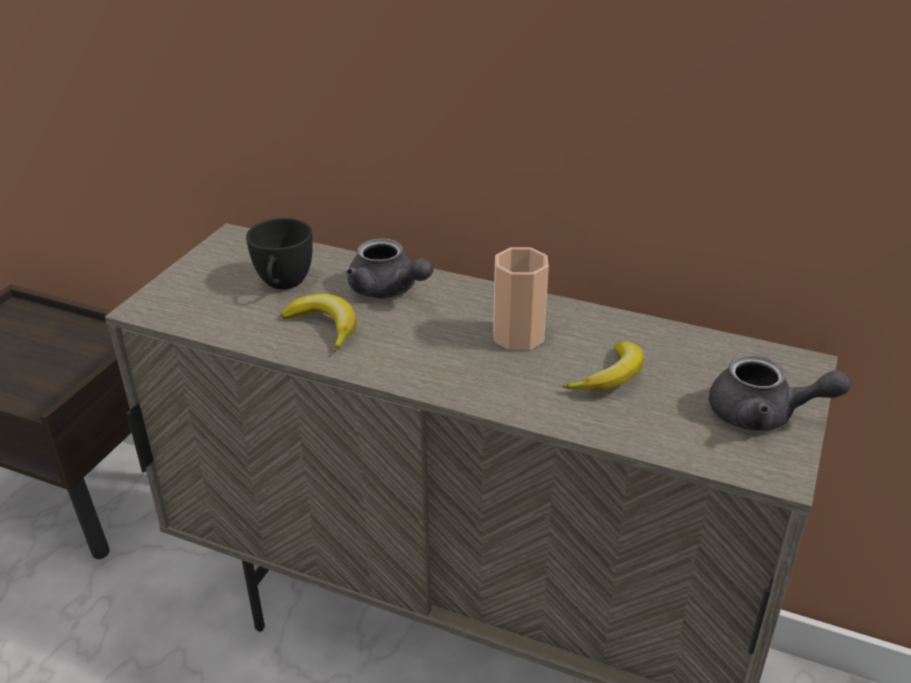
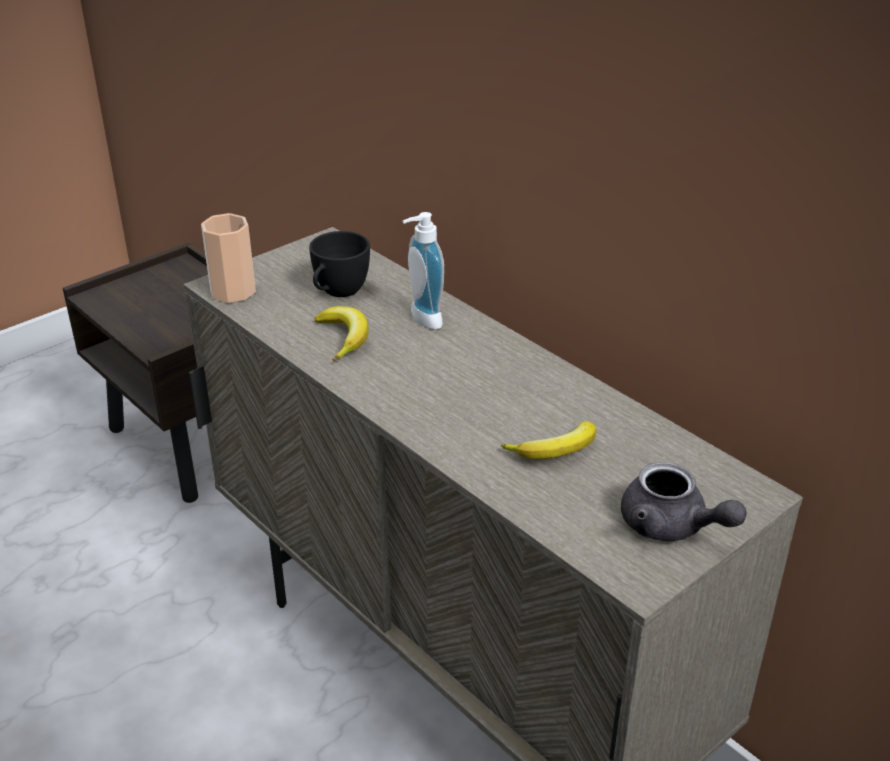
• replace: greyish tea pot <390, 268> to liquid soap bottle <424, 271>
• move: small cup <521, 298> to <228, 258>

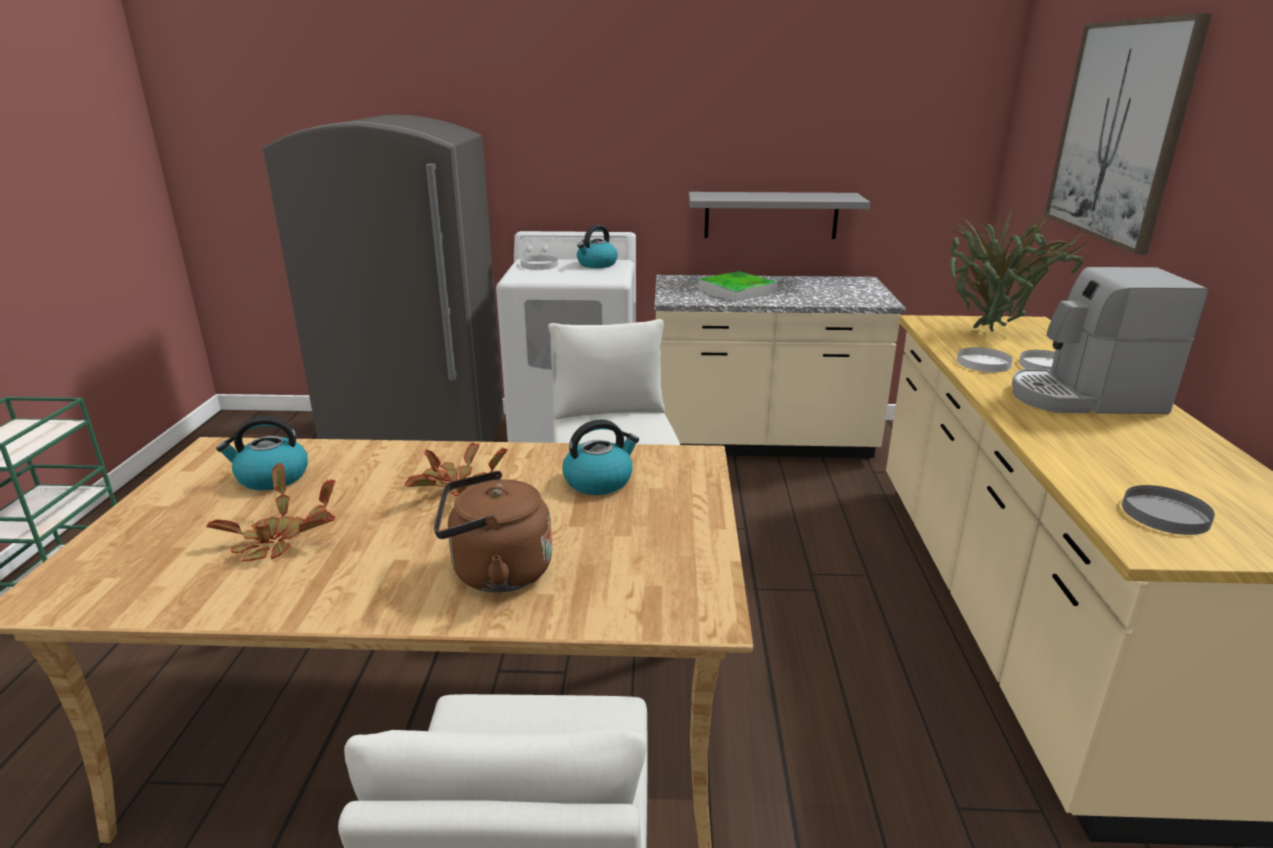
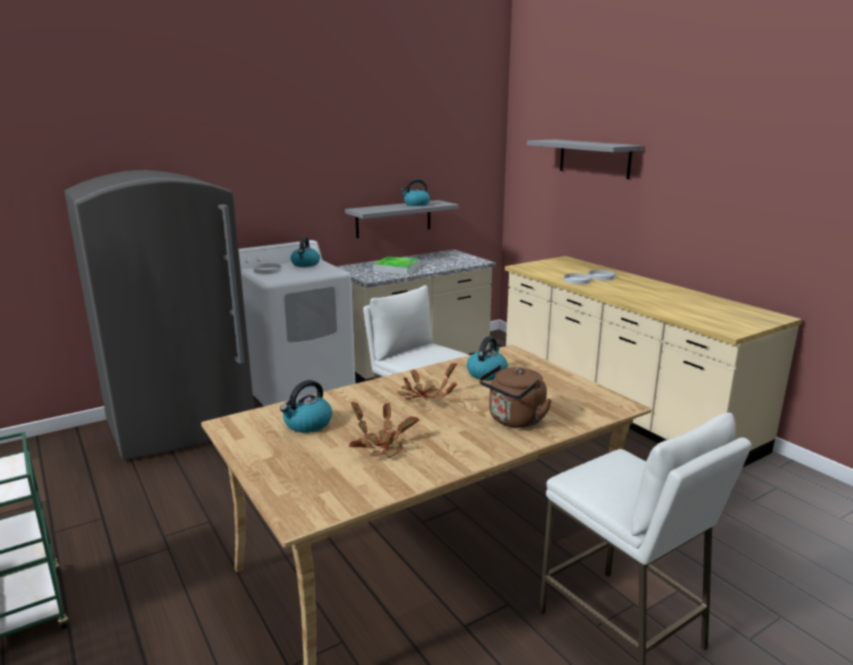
• delete: plant in a pot <1019, 272>
• delete: coffee brewer <1110, 340>
• replace: picture <1128, 134> to greyish shelf <585, 159>
• delete: greyish flat dish <1168, 510>
• insert: water kettle <415, 192>

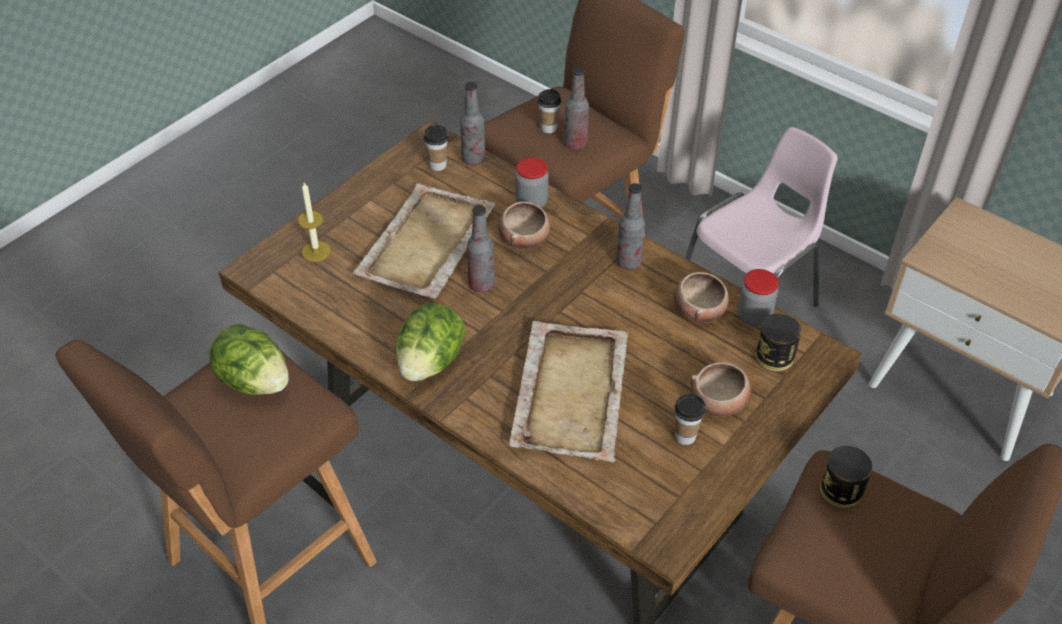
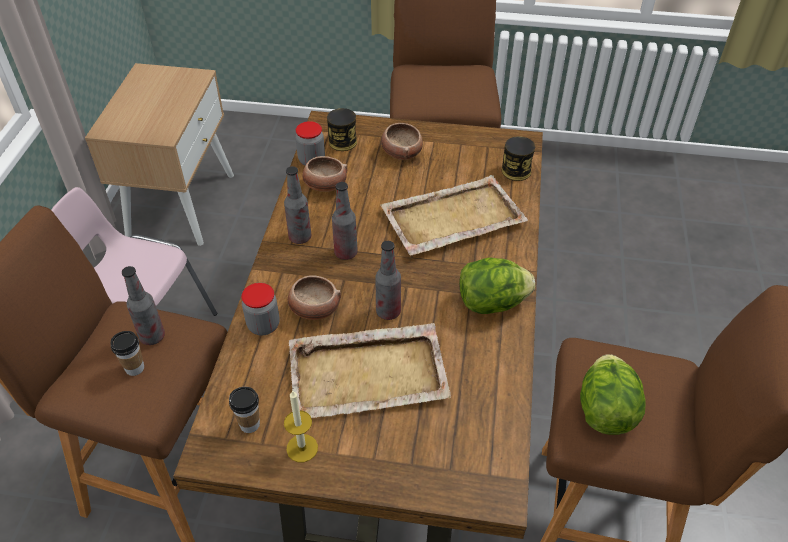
• move: wax candle <314, 222> to <301, 426>
• move: beverage bottle <473, 124> to <345, 221>
• delete: small cup <690, 419>
• move: metal can <845, 477> to <518, 158>

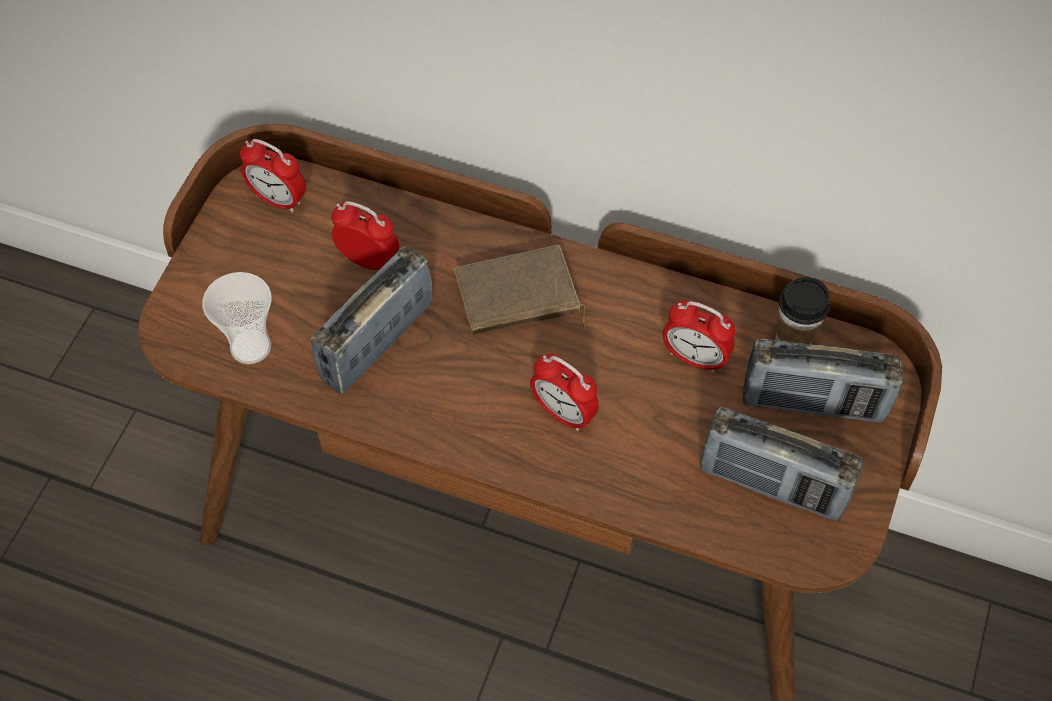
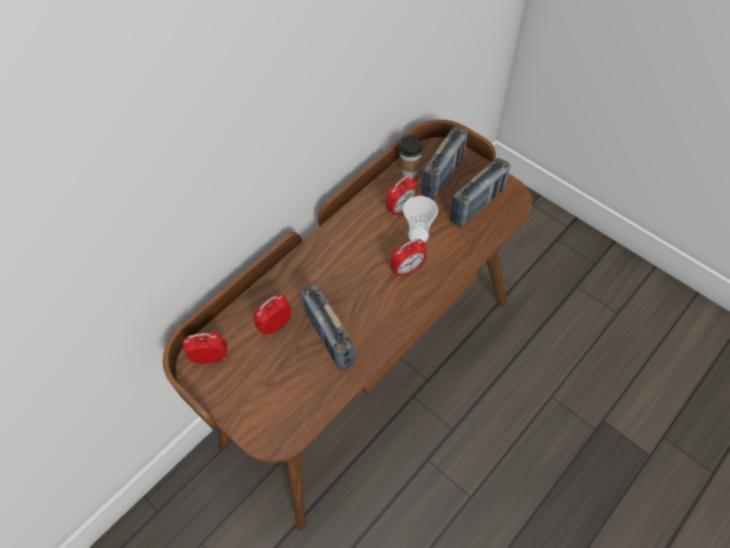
• move: small cup <237, 318> to <420, 219>
• rotate: alarm clock <273, 176> = <204, 348> 150 degrees counterclockwise
• delete: brown-coloured book <520, 290>

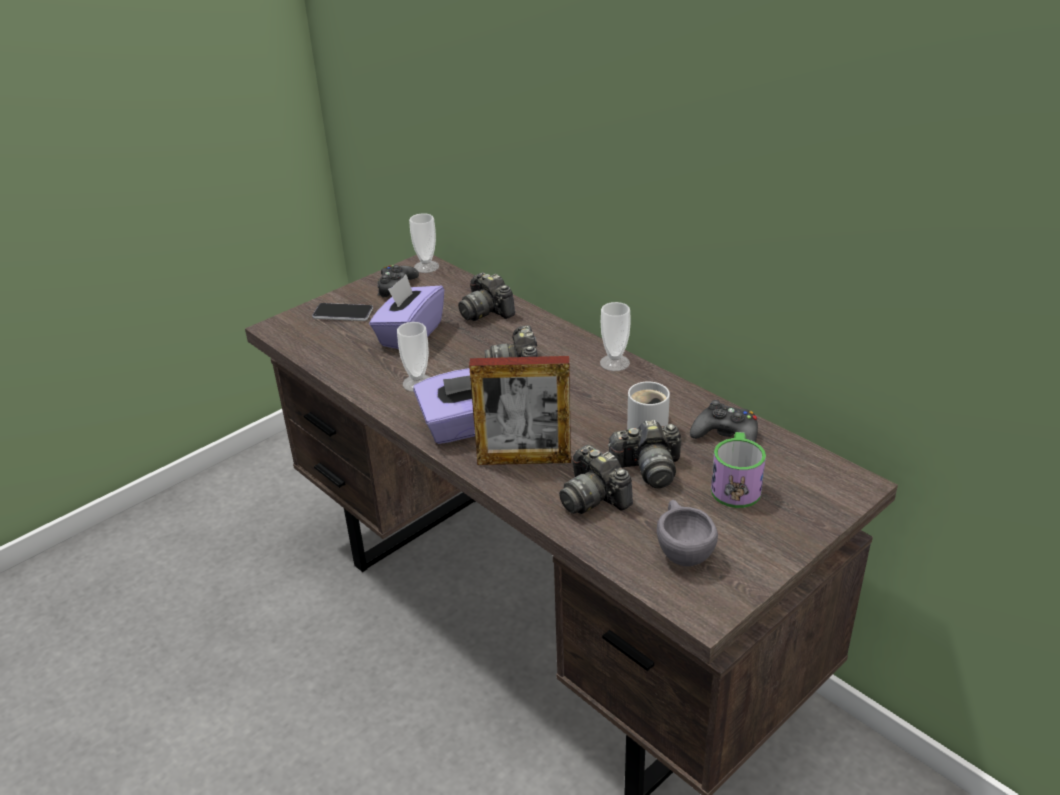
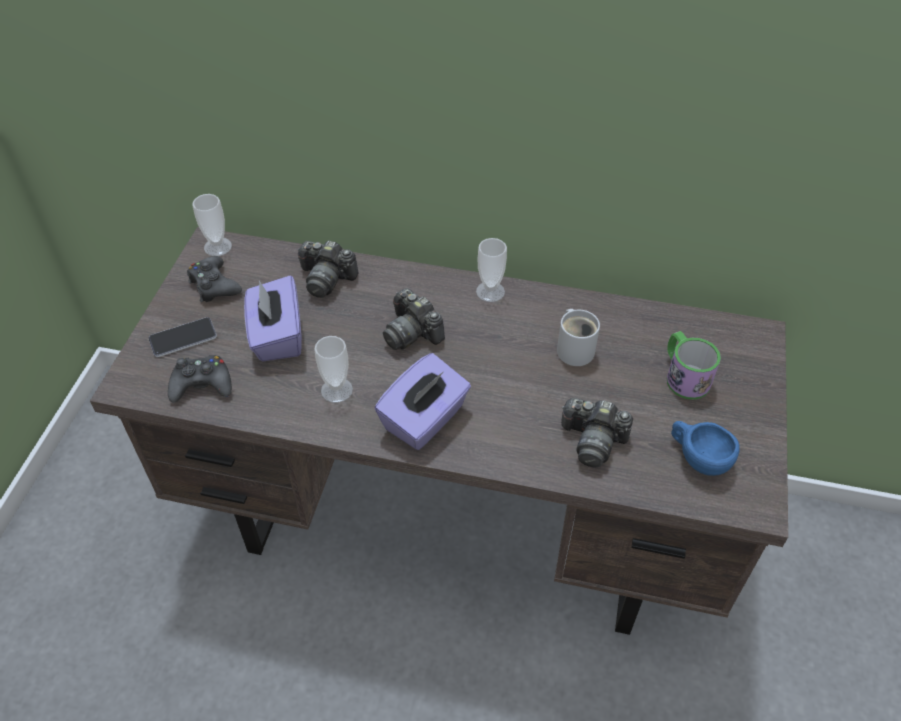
• delete: photo frame <520, 410>
• delete: still camera <644, 454>
• recolor: greyish small cup <687, 533> to bluish small cup <705, 448>
• move: black-coloured game controller <724, 421> to <200, 379>

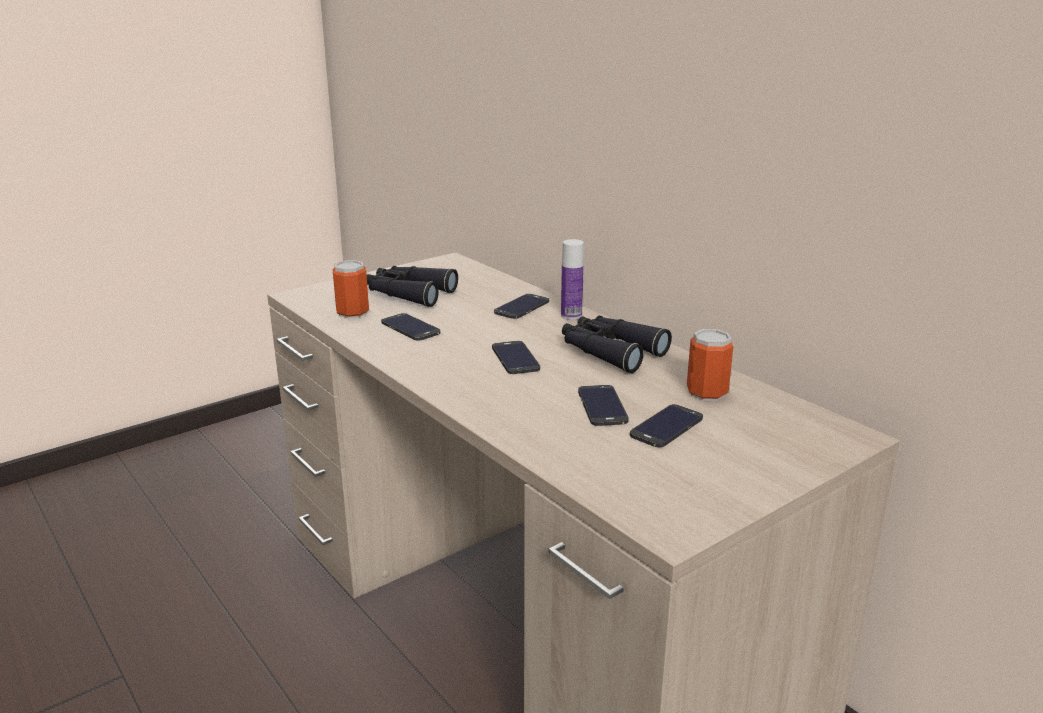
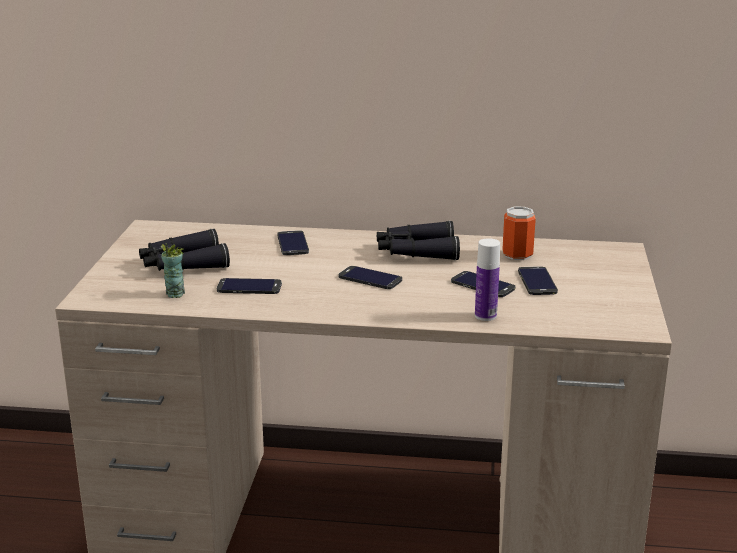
• replace: metal can <350, 289> to small cup <173, 270>
• move: beverage bottle <572, 279> to <487, 279>

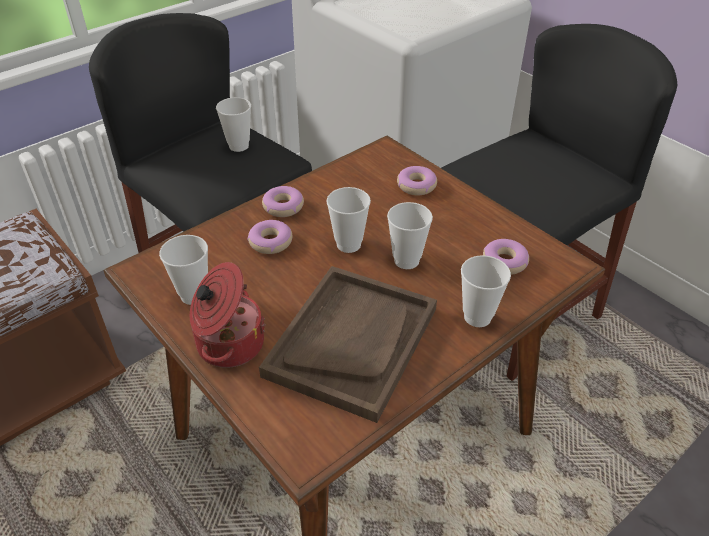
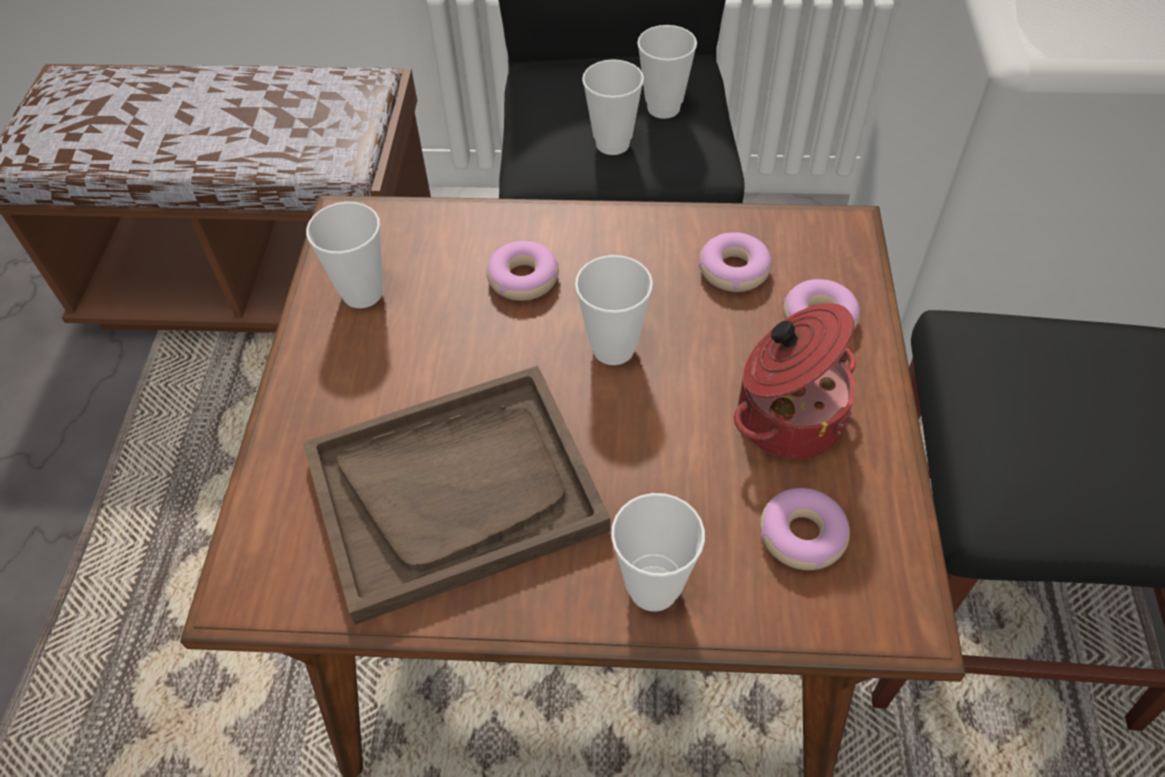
• move: stockpot <228, 315> to <795, 381>
• move: ring doughnut <283, 201> to <735, 262>
• move: small cup <410, 235> to <613, 107>

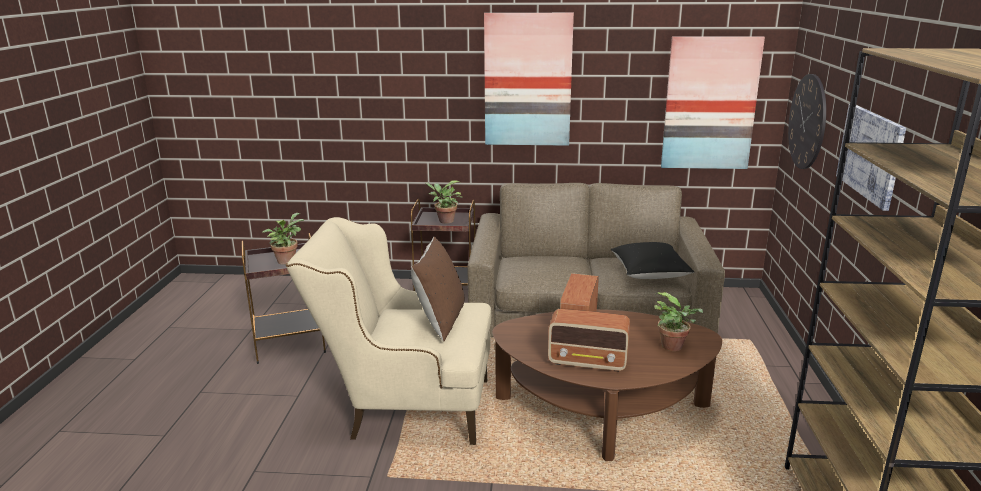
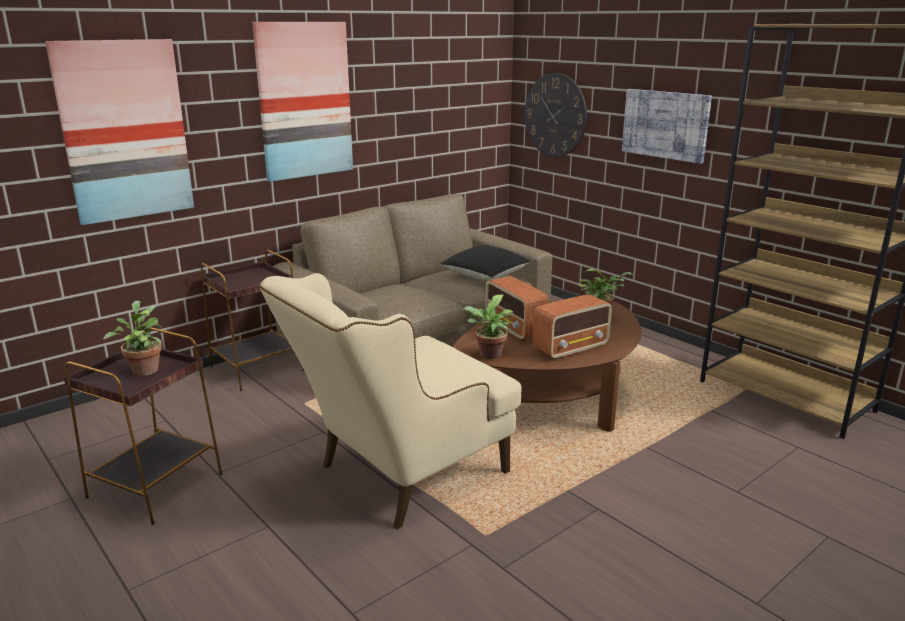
• delete: brown-coloured throw pillow <438, 289>
• move: plant in a pot <443, 202> to <487, 326>
• move: picture <713, 103> to <119, 132>

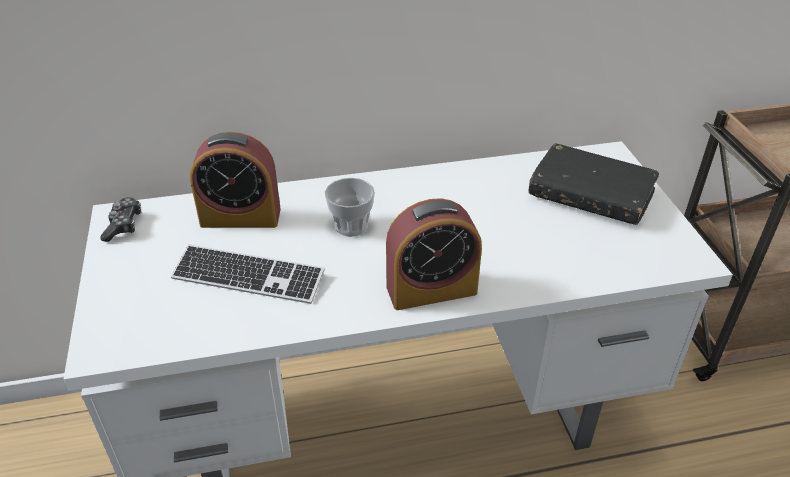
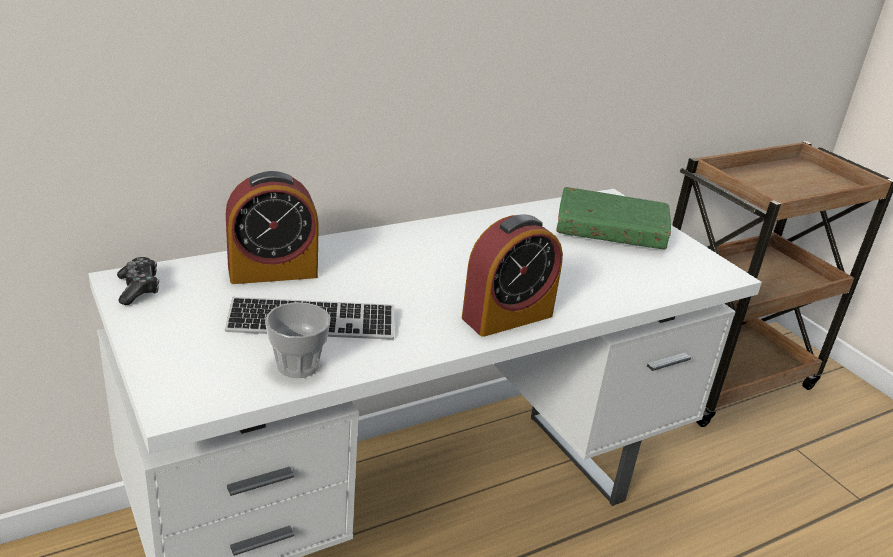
• move: small cup <350, 207> to <298, 340>
• recolor: black-coloured book <593, 184> to green-coloured book <613, 218>

